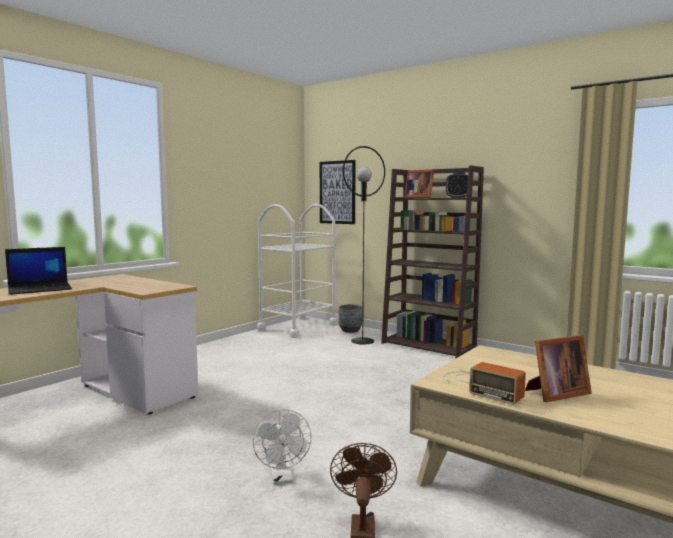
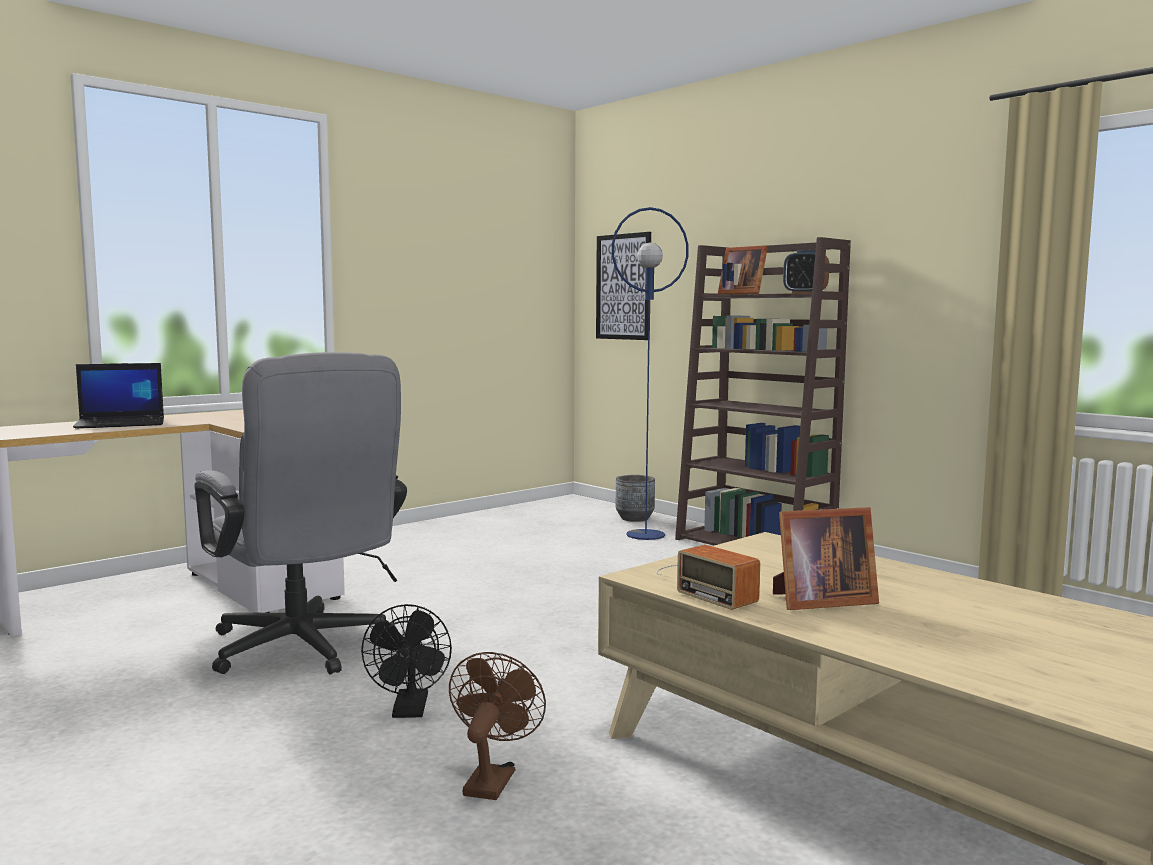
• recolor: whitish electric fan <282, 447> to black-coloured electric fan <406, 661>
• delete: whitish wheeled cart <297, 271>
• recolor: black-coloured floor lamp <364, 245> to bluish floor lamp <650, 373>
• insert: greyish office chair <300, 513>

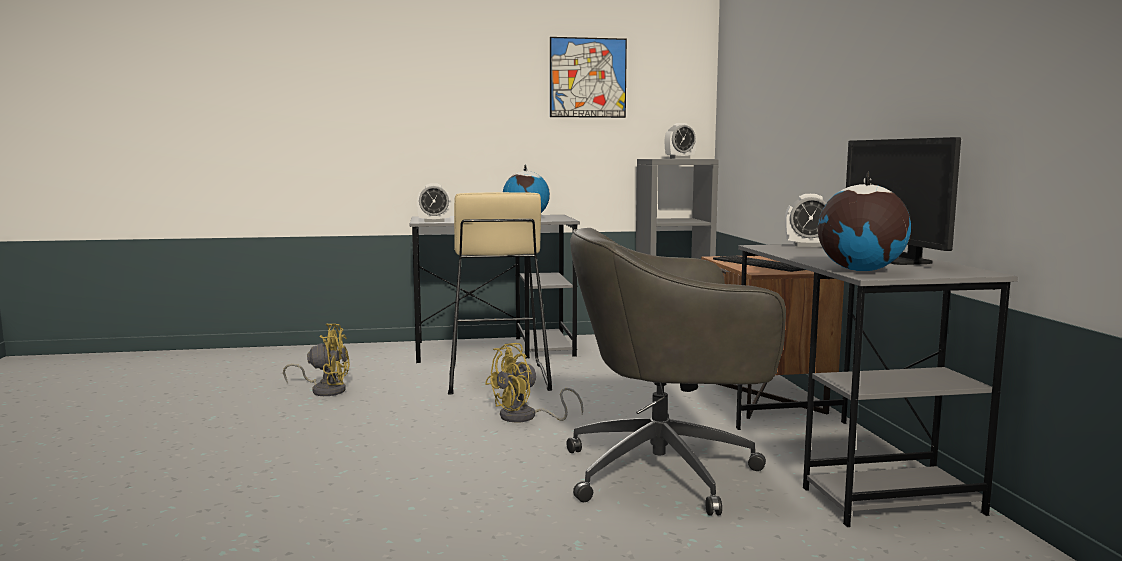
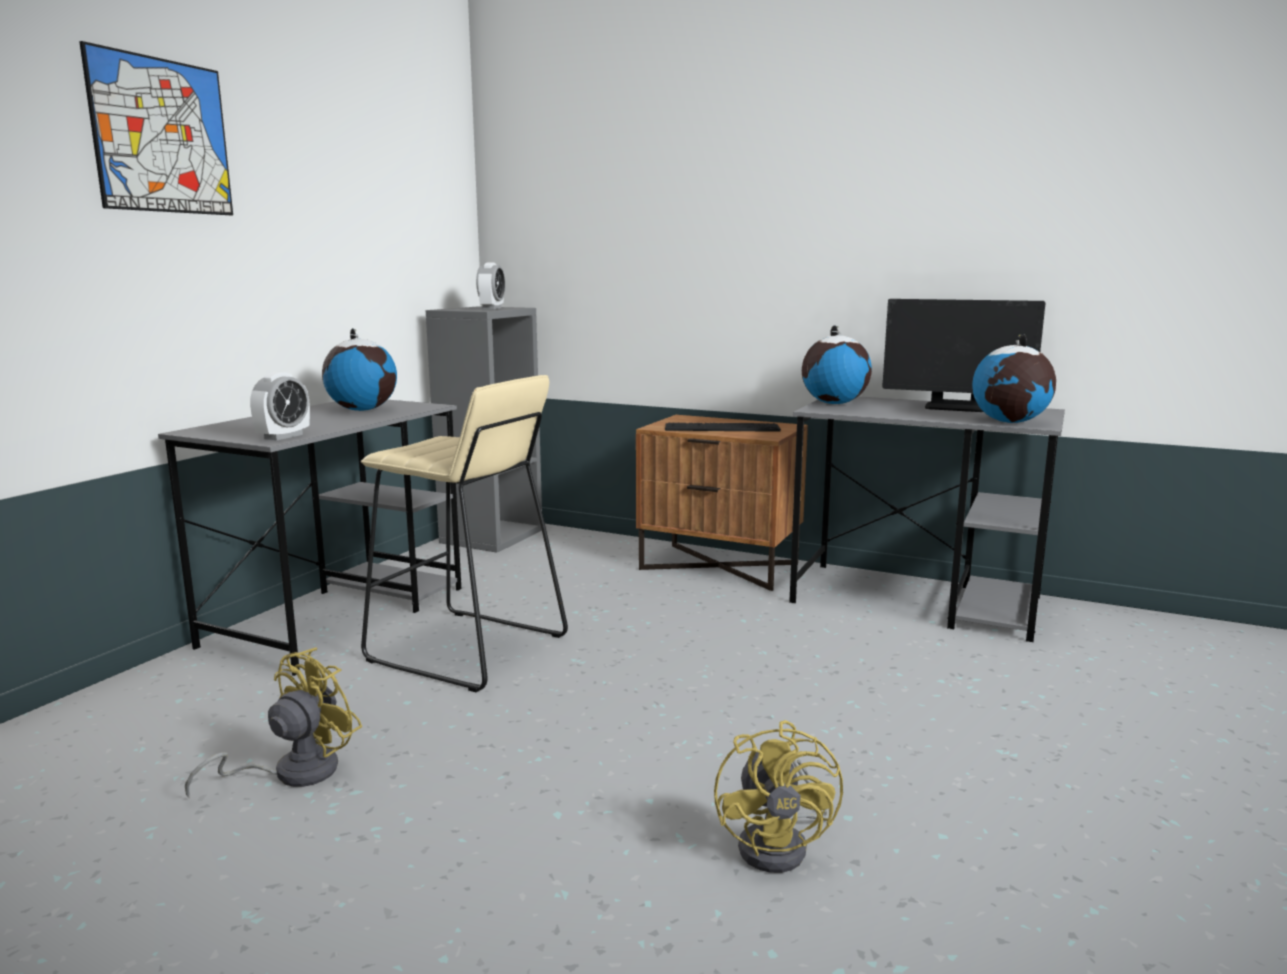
• move: yellow electric fan <534, 383> to <778, 796>
• move: picture <588, 77> to <156, 128>
• delete: greyish office chair <676, 372>
• replace: alarm clock <805, 220> to desk globe <837, 364>

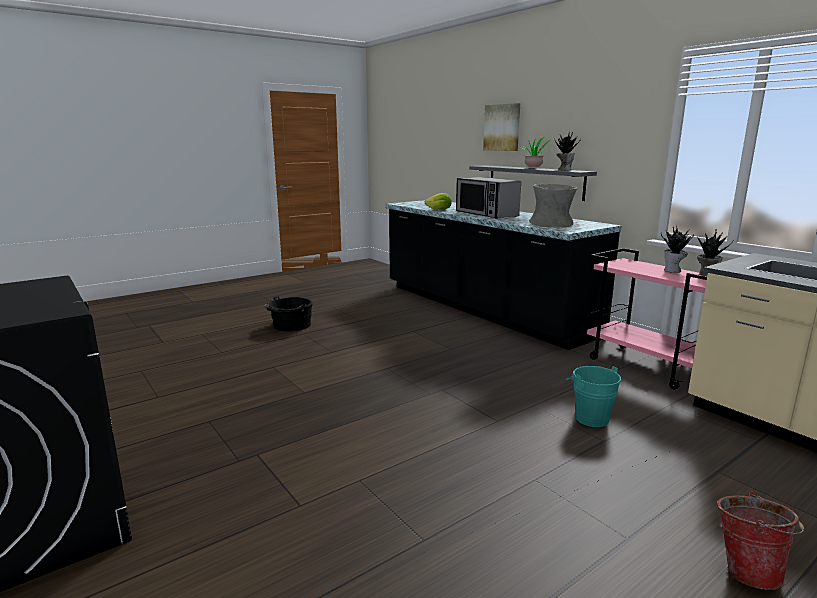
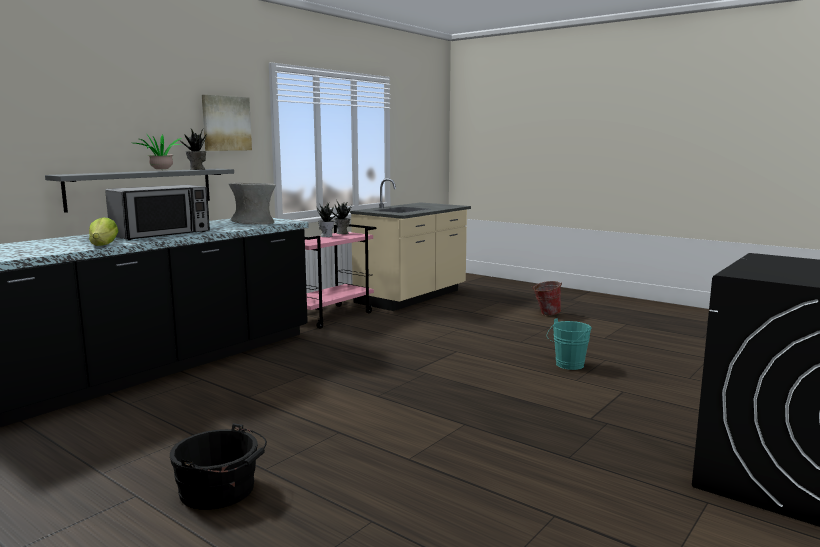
• move: picture <501, 127> to <227, 123>
• move: turquoise pail <593, 396> to <569, 344>

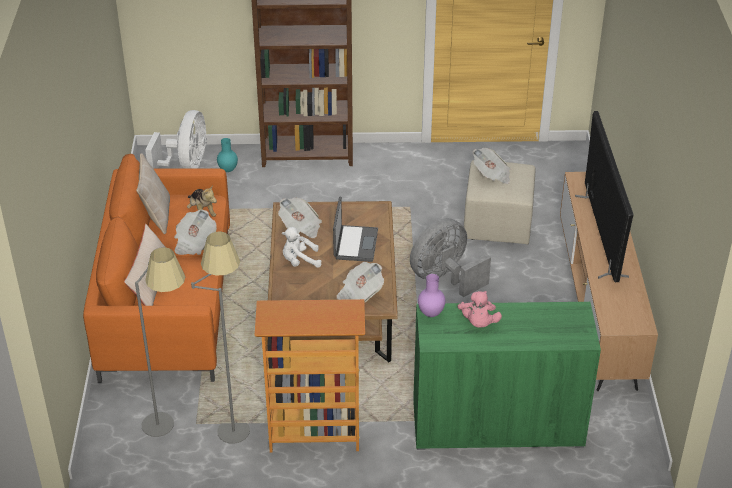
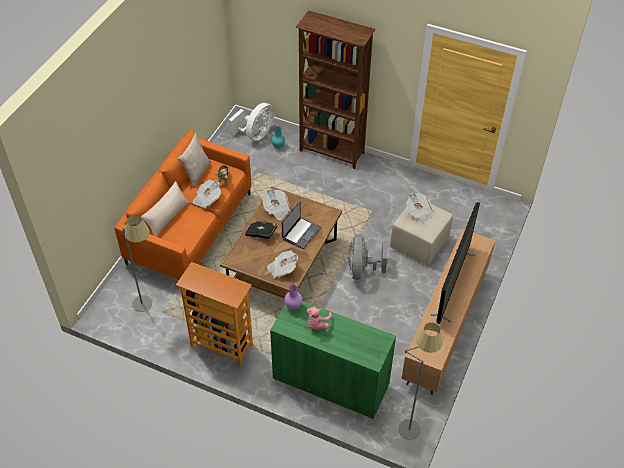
• move: greyish floor lamp <220, 337> to <420, 381>
• replace: whitish cuddly toy <302, 247> to black-coloured book <261, 230>
• rotate: greyish electric fan <450, 257> = <367, 257> 75 degrees counterclockwise

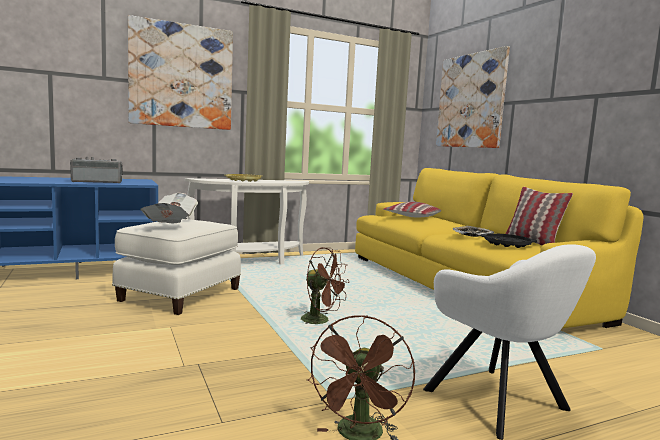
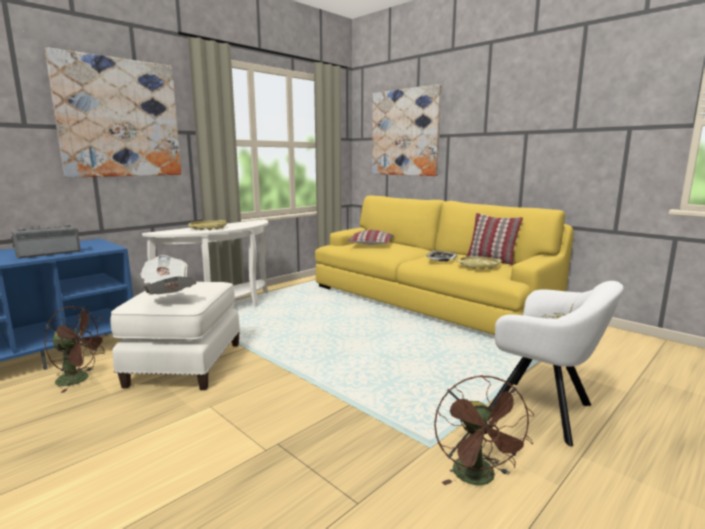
• move: brown-coloured electric fan <325, 285> to <75, 349>
• recolor: black-coloured carrying tray <508, 240> to yellow carrying tray <479, 263>

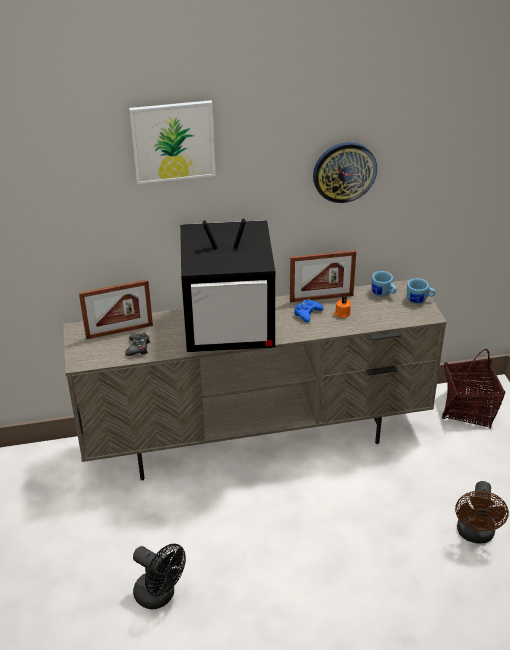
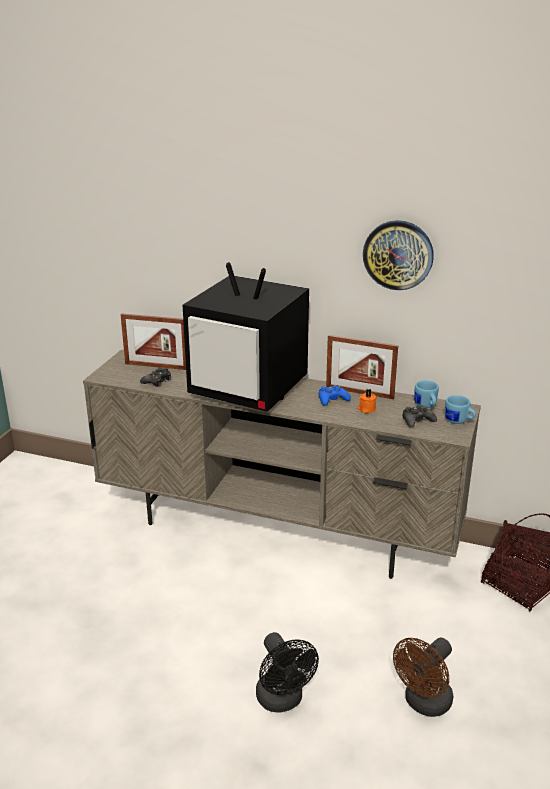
• delete: picture <172, 142>
• move: black-coloured electric fan <159, 576> to <287, 672>
• insert: black-coloured game controller <420, 416>

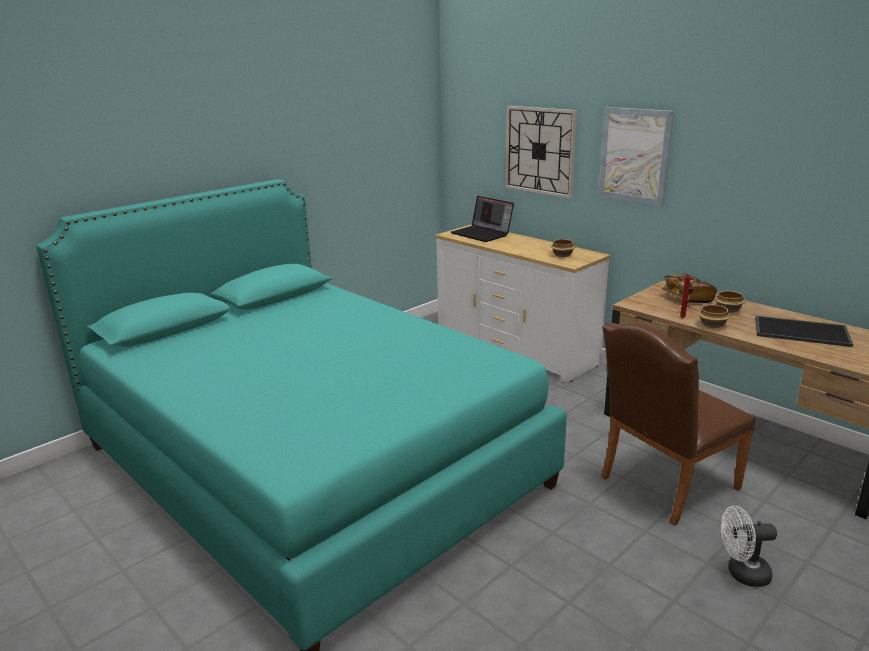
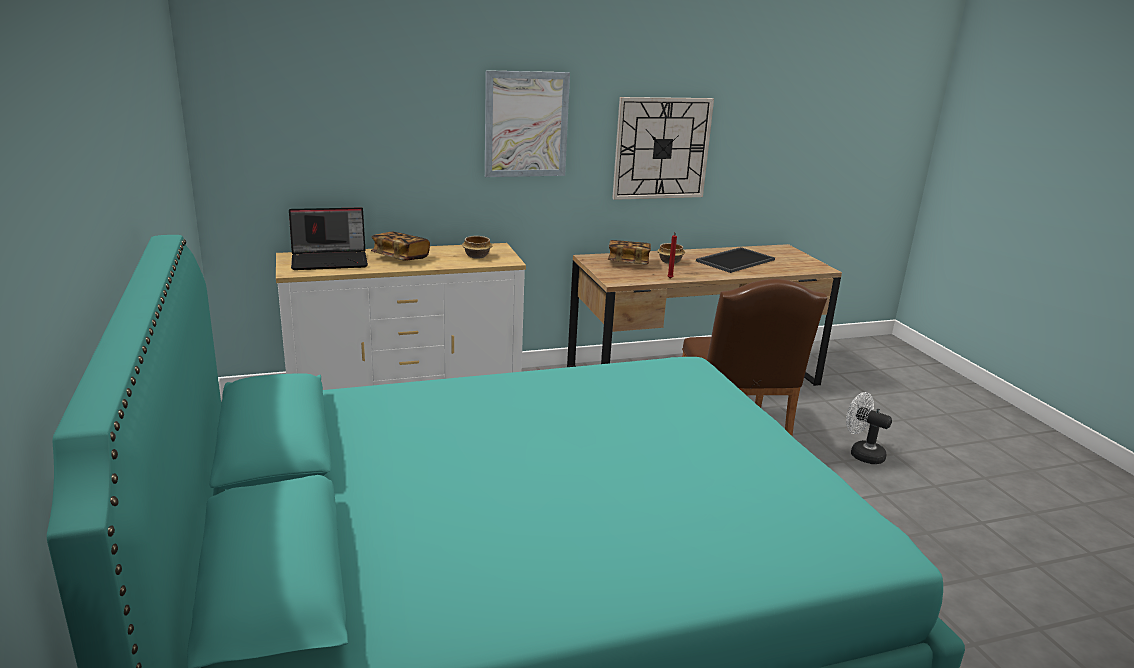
• move: clock on the wall <541, 152> to <663, 148>
• delete: serving bowl <714, 316>
• rotate: whitish electric fan <749, 546> = <869, 428> 105 degrees clockwise
• insert: book <400, 246>

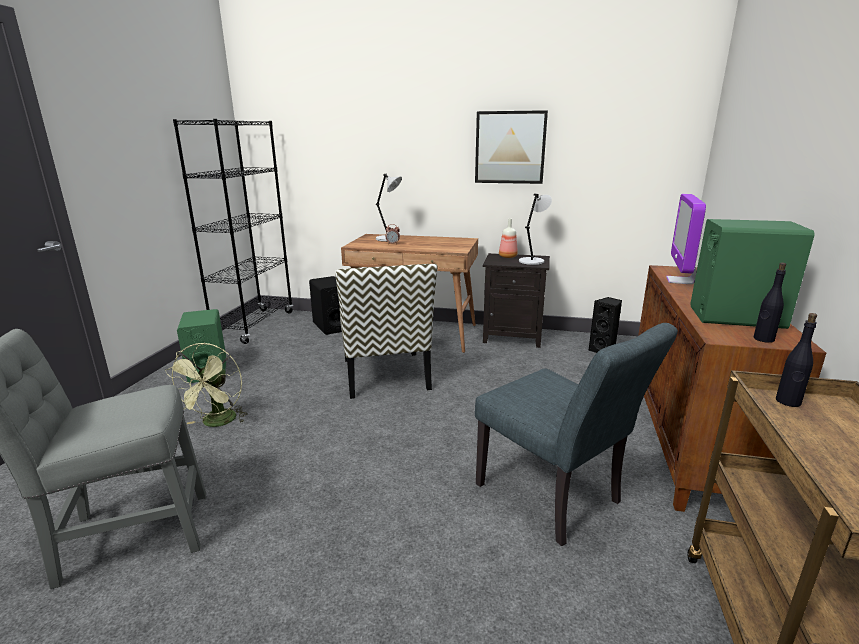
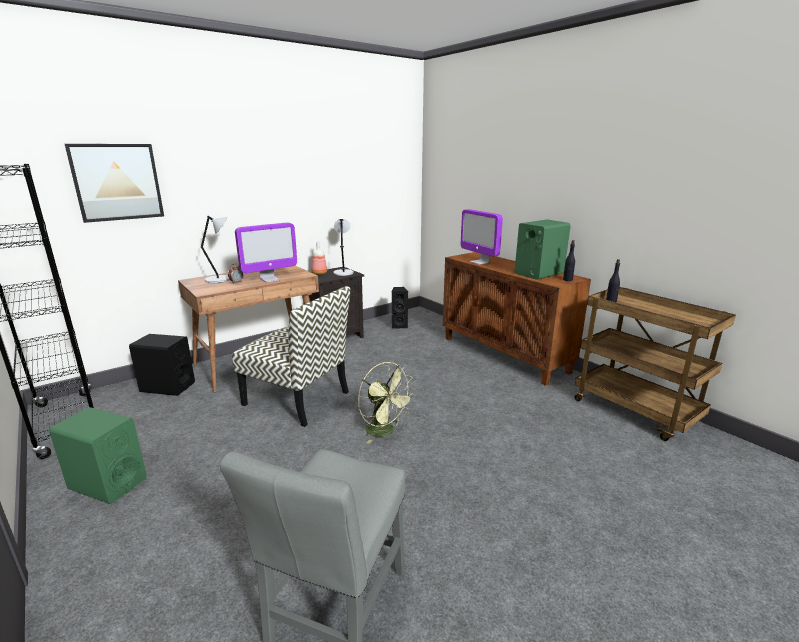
• move: green-coloured electric fan <206, 385> to <386, 403>
• move: picture <511, 147> to <114, 183>
• delete: greyish plain chair <576, 434>
• insert: computer display <266, 253>

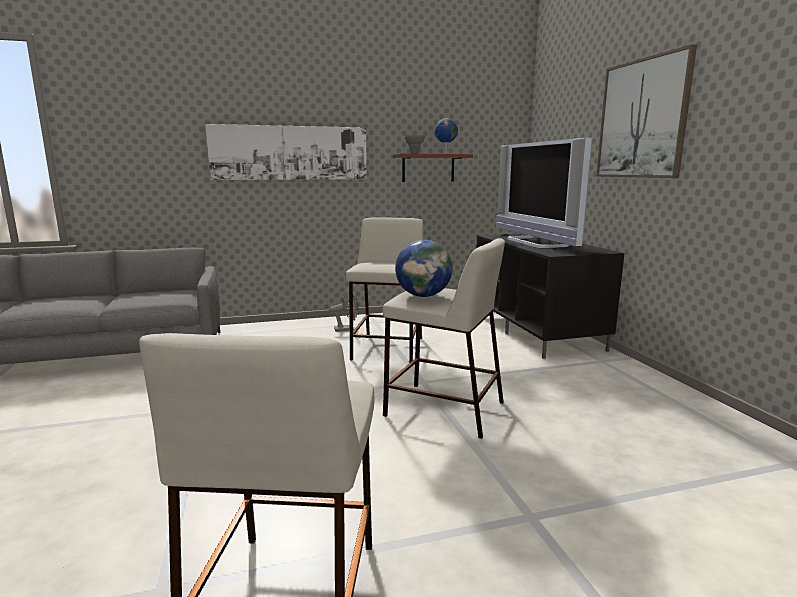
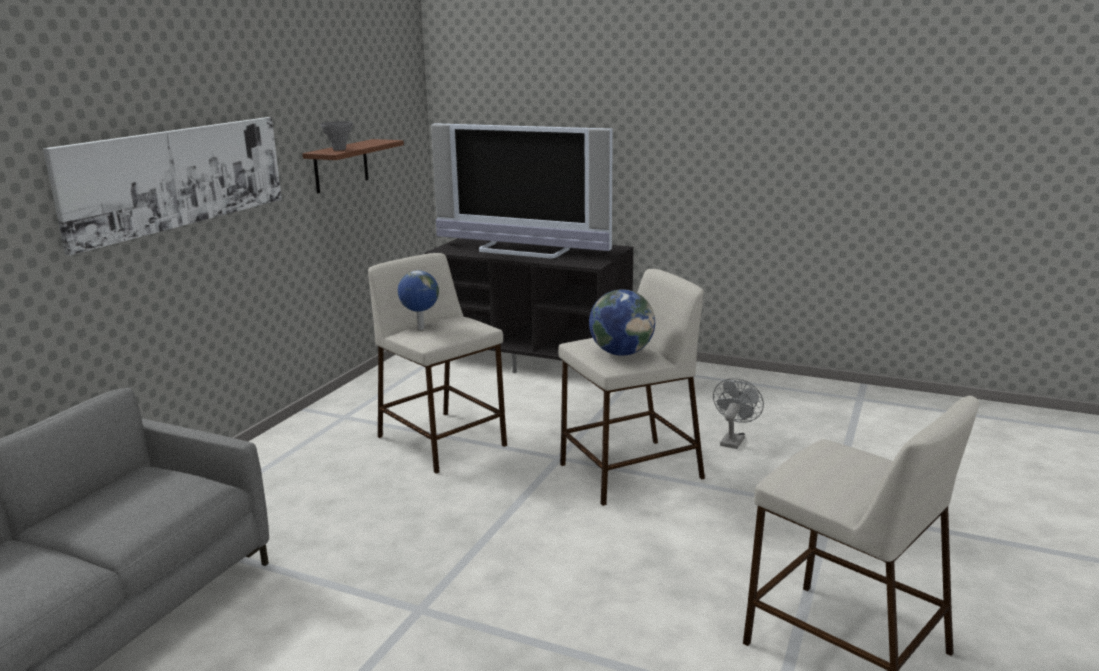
• move: greyish electric fan <344, 311> to <738, 413>
• move: desk globe <446, 136> to <418, 300>
• delete: picture <646, 111>

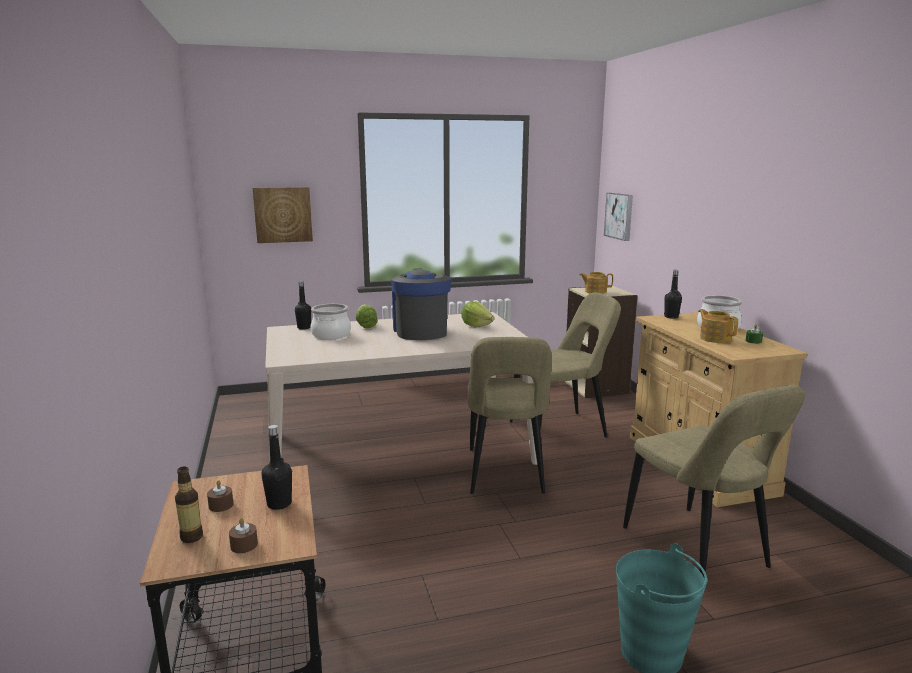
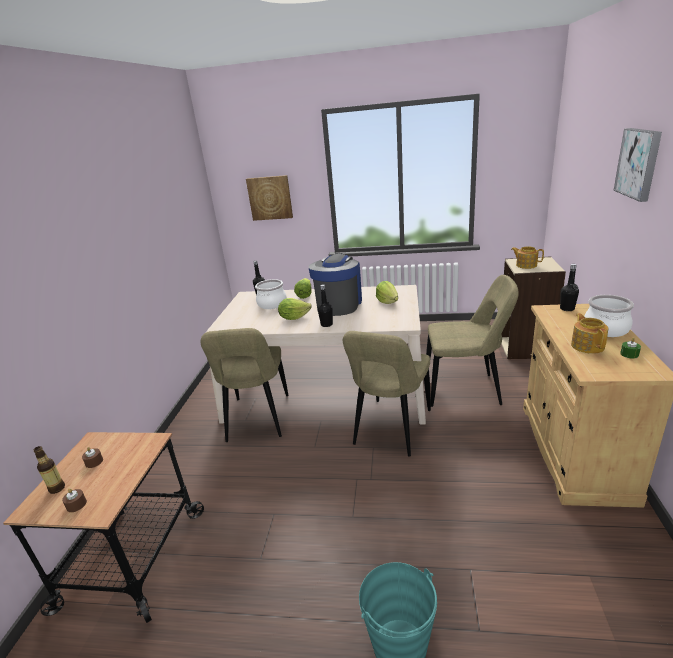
• move: black-coloured beverage bottle <276, 467> to <325, 306>
• move: picture <618, 217> to <637, 165>
• move: beige-coloured plain chair <714, 482> to <244, 385>
• insert: lettuce head <295, 309>

